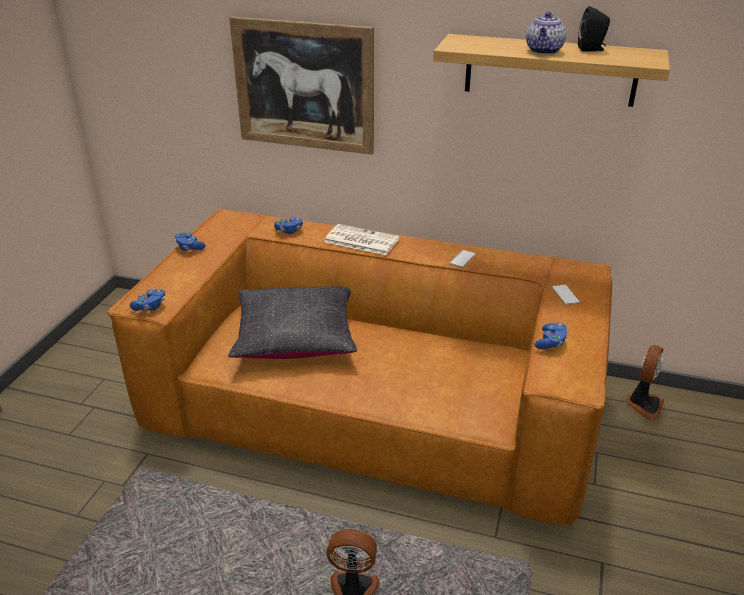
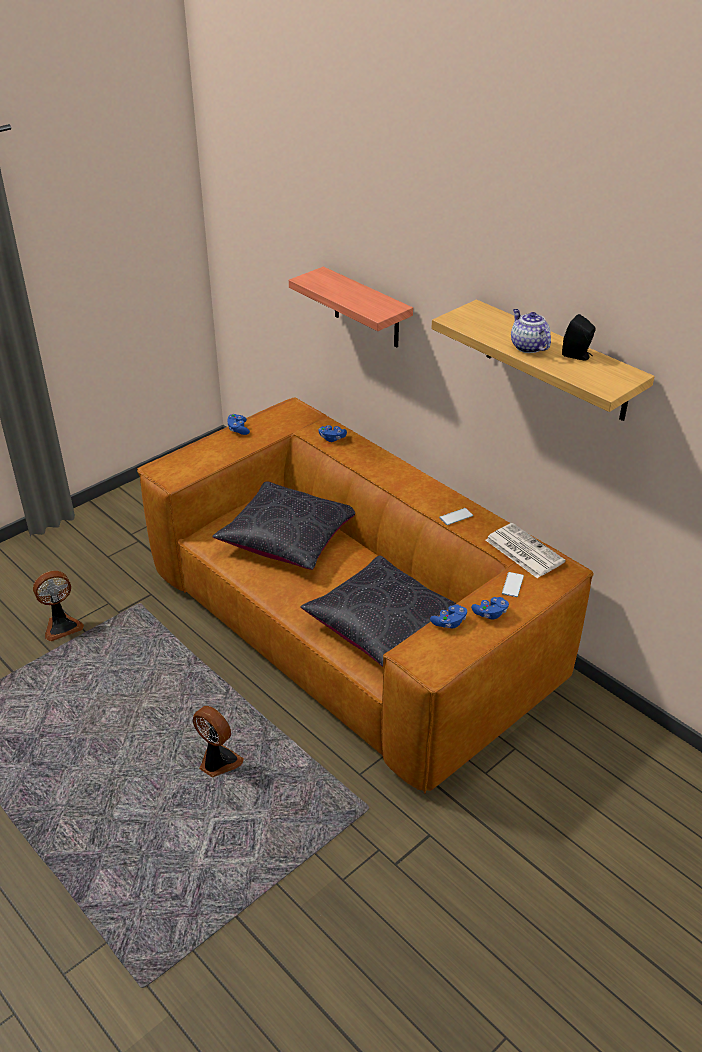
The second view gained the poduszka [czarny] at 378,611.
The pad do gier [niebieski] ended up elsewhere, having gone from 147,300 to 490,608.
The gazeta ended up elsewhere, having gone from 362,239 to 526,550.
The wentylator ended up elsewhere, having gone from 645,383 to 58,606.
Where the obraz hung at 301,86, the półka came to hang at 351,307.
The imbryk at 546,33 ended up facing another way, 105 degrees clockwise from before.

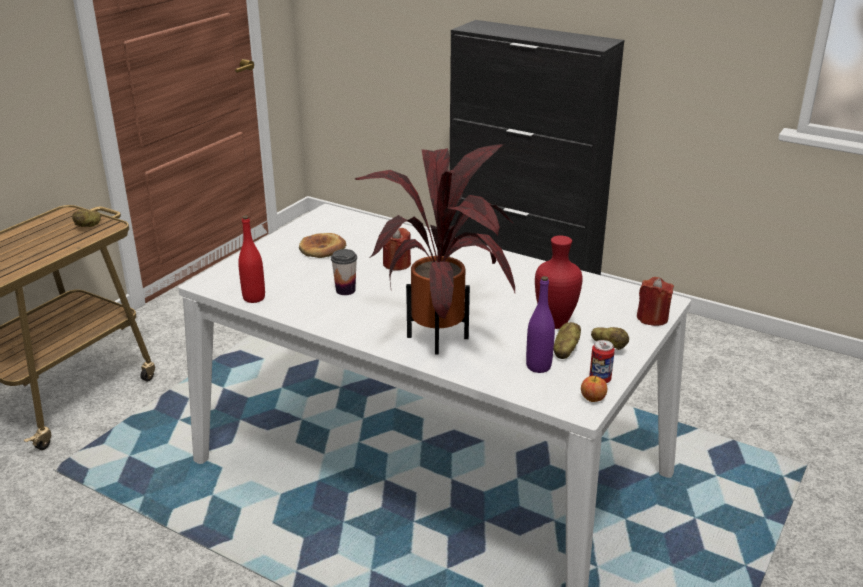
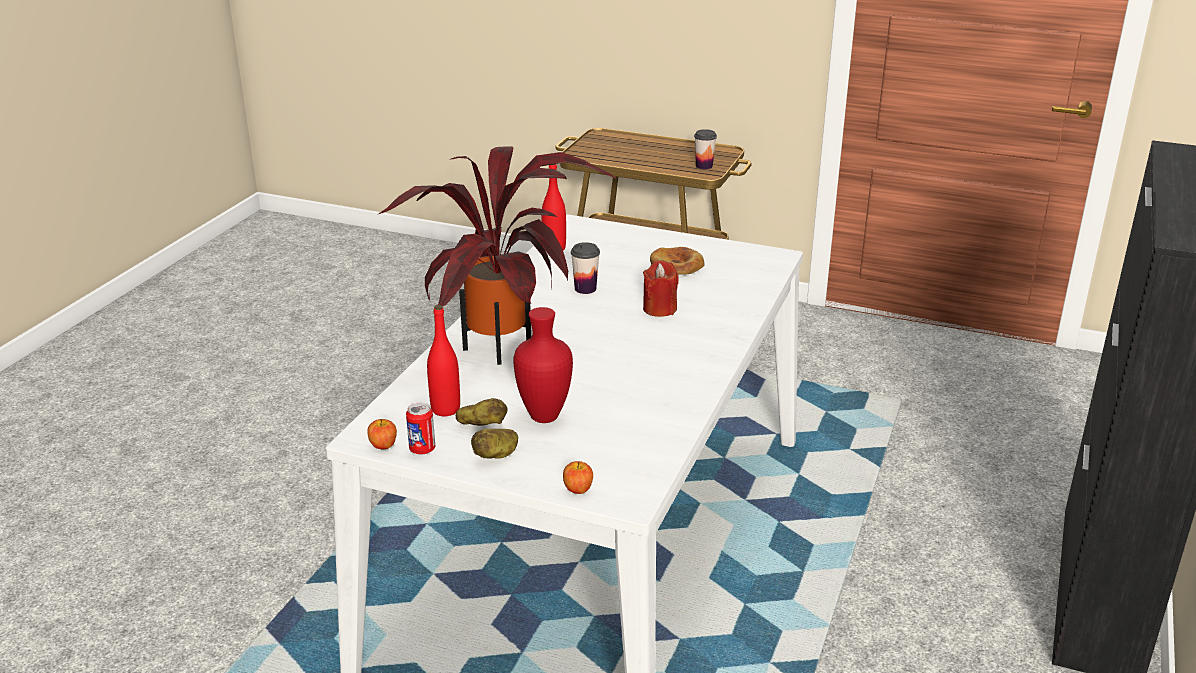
Where the ziemniak stood at 86,218, the filiżanka came to stand at 705,149.
Where the świeca [czerwony] stood at 655,301, the jabłko came to stand at 578,477.
What was the butelka [fioletowy] at 540,324 turned into the butelka [czerwony] at 443,360.

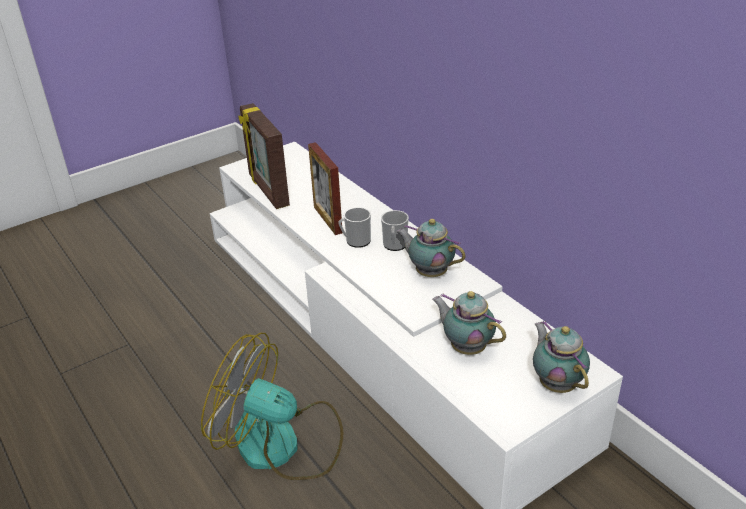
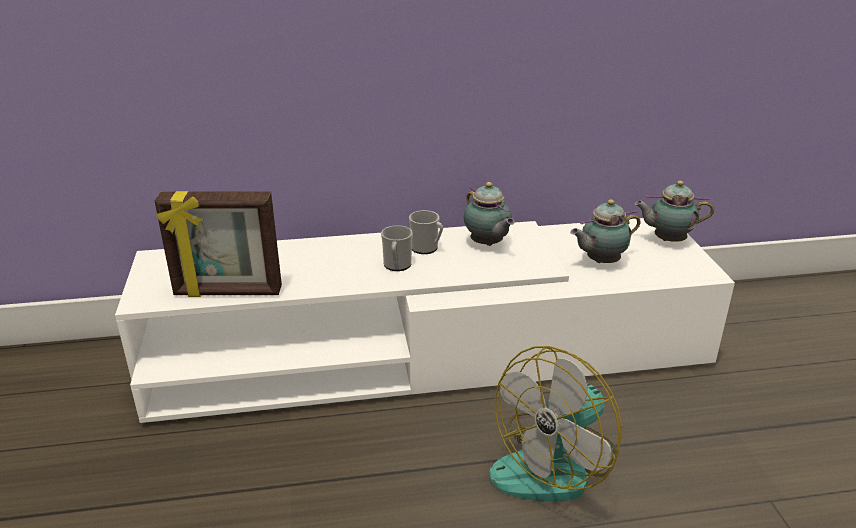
The second view lost the ramka na zdjęcie at 325,188.
The imbryk at 431,248 ended up facing another way, 90 degrees counterclockwise from before.

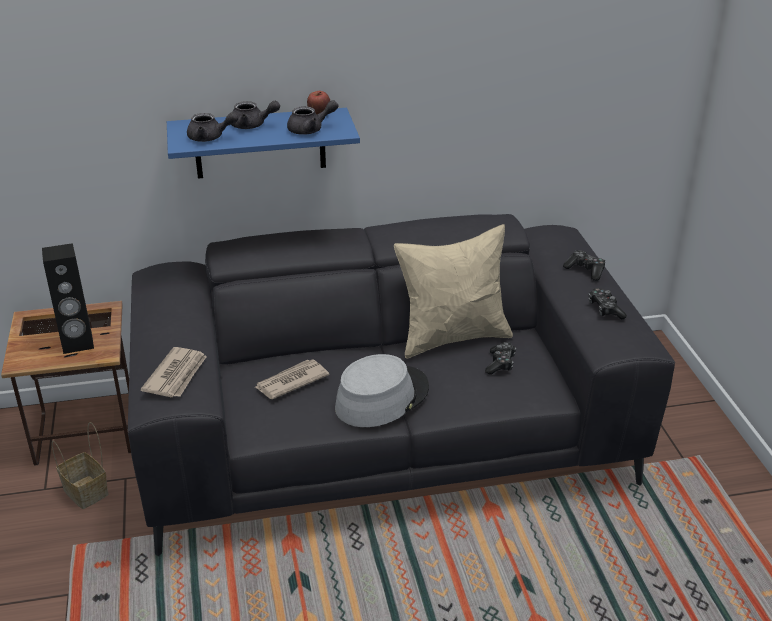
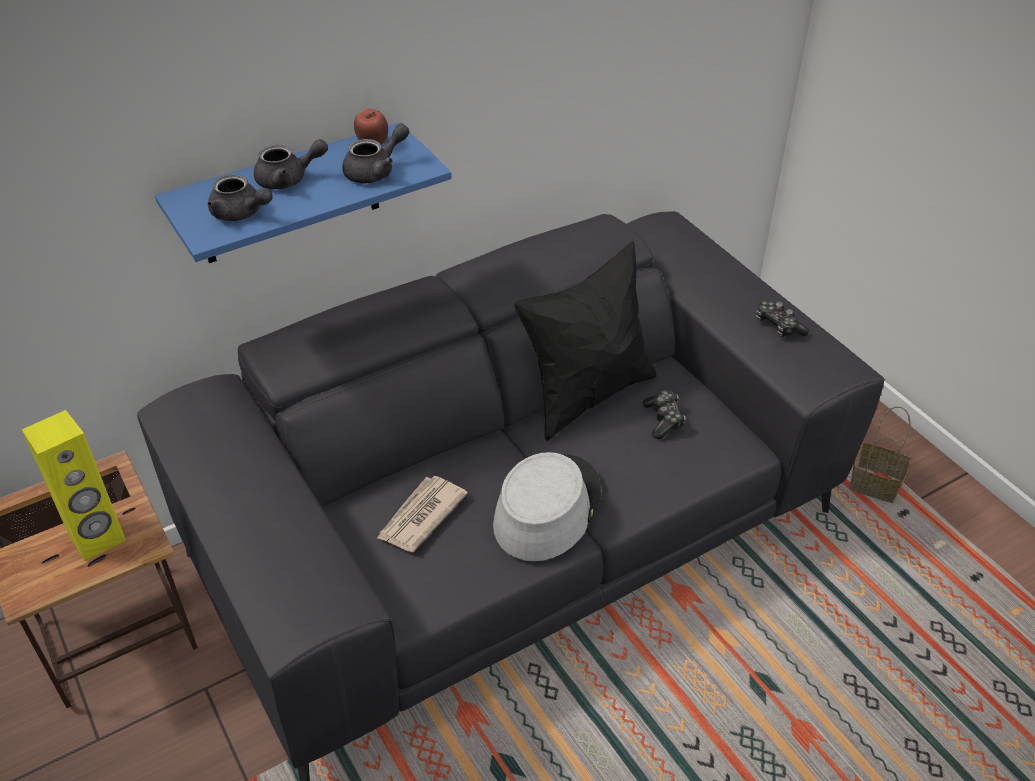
The second view lost the gazeta at 174,372.
The second view lost the pad do gier at 584,265.
The koszyk ended up elsewhere, having gone from 80,465 to 880,454.
What was the głośnik [czarny] at 68,298 turned into the głośnik [żółty] at 74,485.
What was the poduszka [beżowy] at 453,291 turned into the poduszka [czarny] at 585,341.
The imbryk [szary] at 212,127 ended up facing another way, 45 degrees clockwise from before.

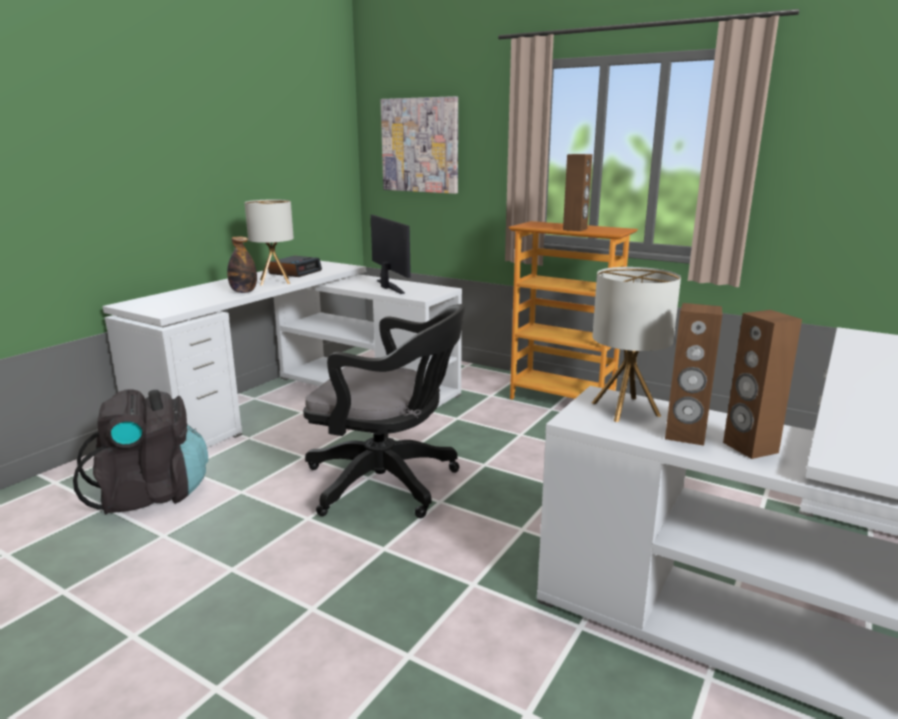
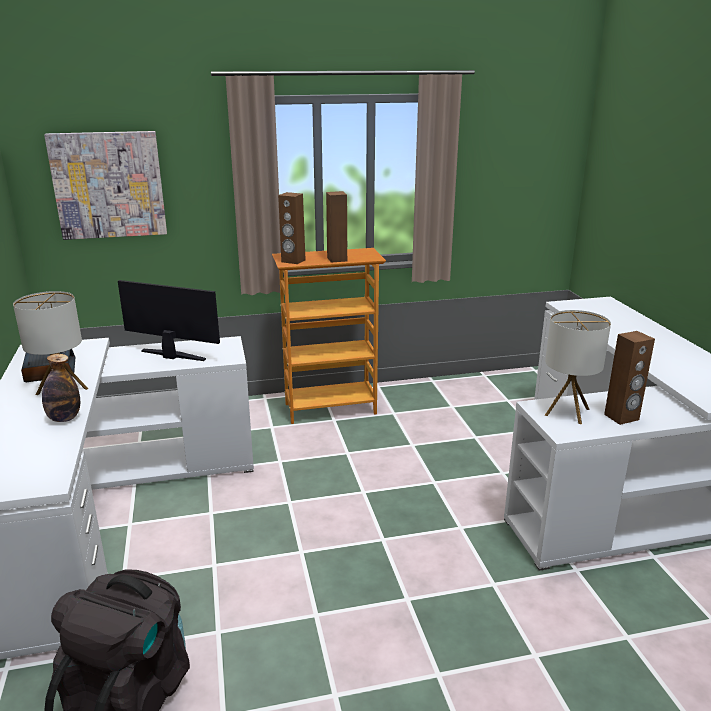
The second view lost the krzesło biurowe [czarny] at 384,411.
The głośnik [brązowy] ended up elsewhere, having gone from 762,384 to 292,228.

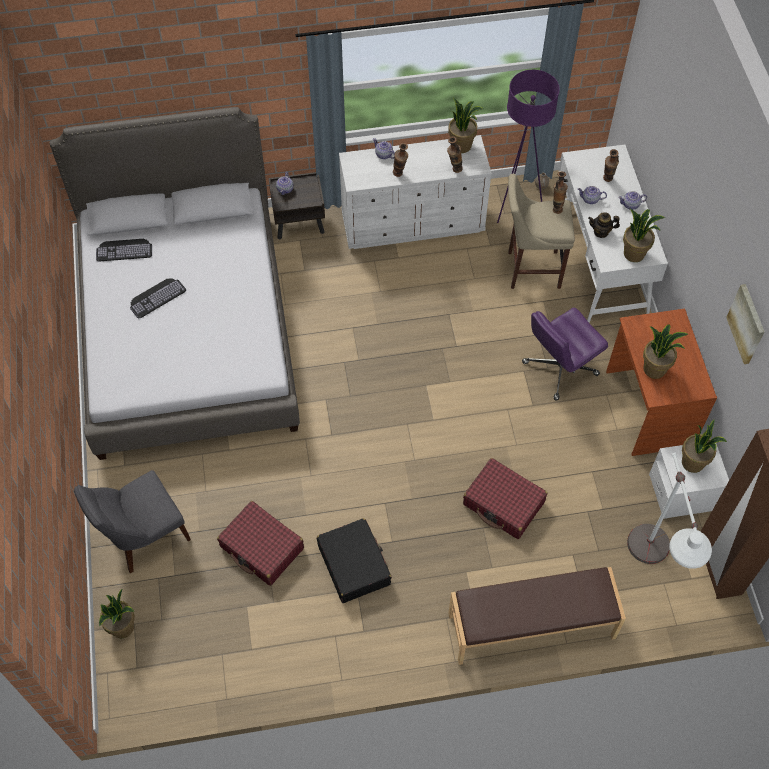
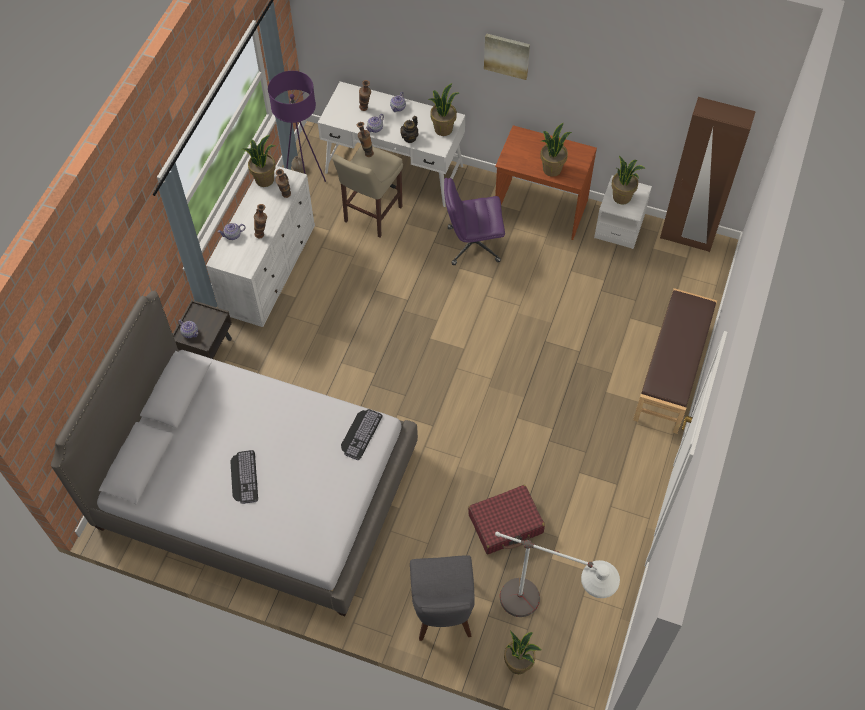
The second view lost the walizka [czarny] at 354,560.
The second view lost the walizka [czerwony] at 505,498.
The klawiatura ended up elsewhere, having gone from 124,250 to 362,434.
The lampa stojąca [biały] ended up elsewhere, having gone from 669,510 to 557,574.
The obraz ended up elsewhere, having gone from 745,324 to 507,56.
The krzesło biurowe [fioletowy] at 565,354 ended up facing another way, 90 degrees clockwise from before.

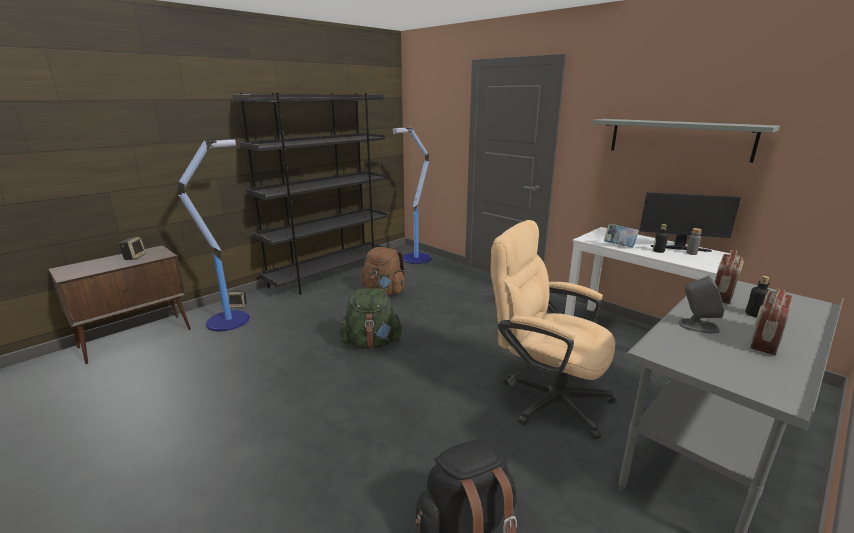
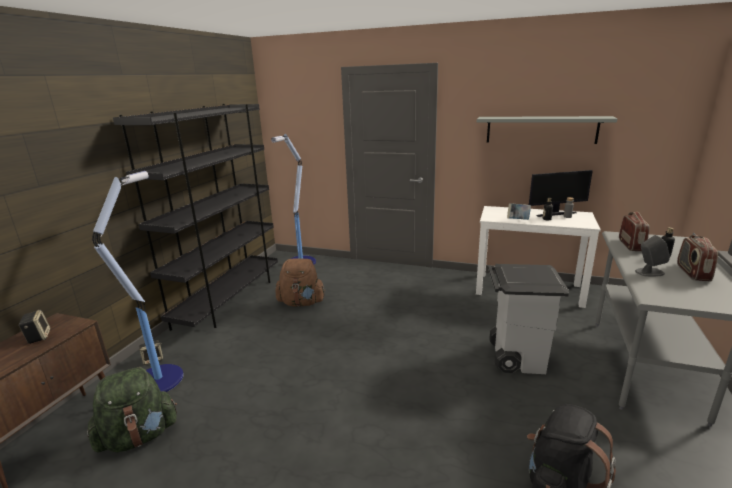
The plecak [zielony] ended up elsewhere, having gone from 371,318 to 132,409.
Where the krzesło biurowe [beżowy] stood at 553,329, the kosz na śmieci [szary] came to stand at 528,319.

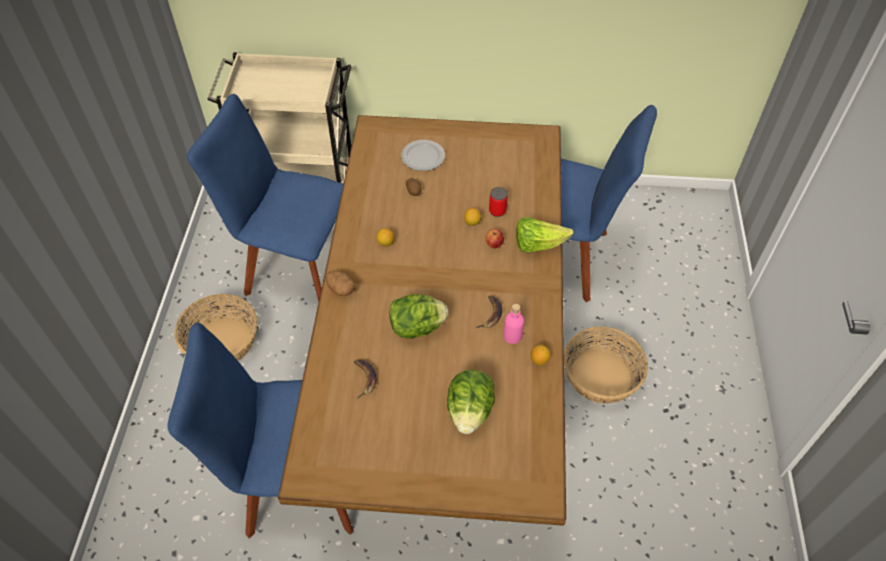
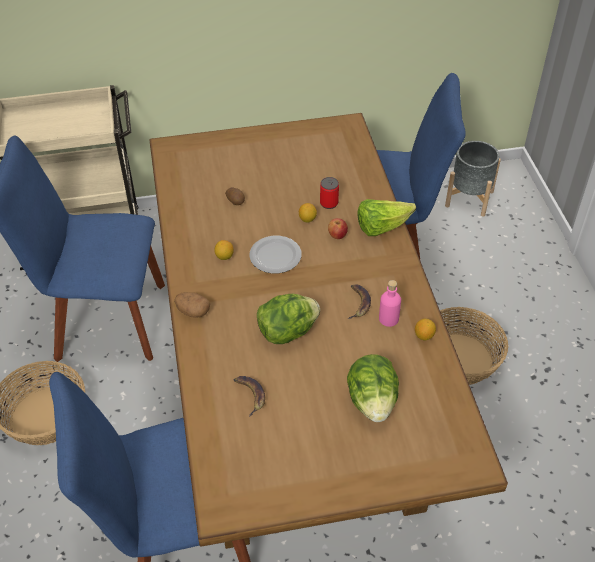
The second view gained the donica [szary] at 473,179.
The talerz ended up elsewhere, having gone from 423,155 to 275,254.

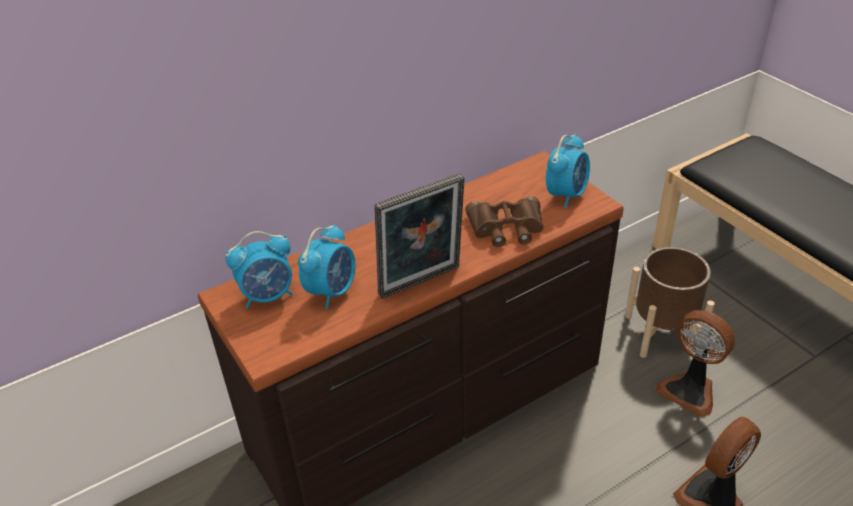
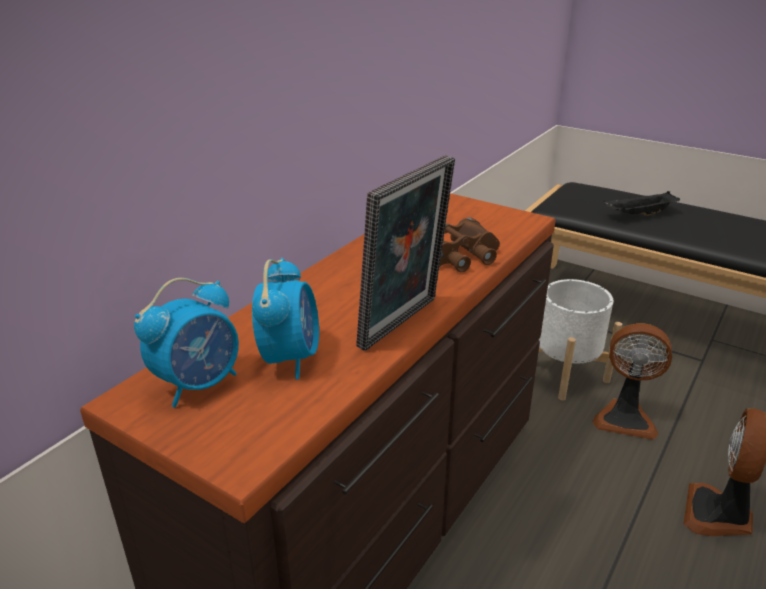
The second view lost the budzik at 568,171.
The second view gained the taca [czarny] at 642,203.
What was the donica [brązowy] at 670,302 turned into the donica [biały] at 580,340.

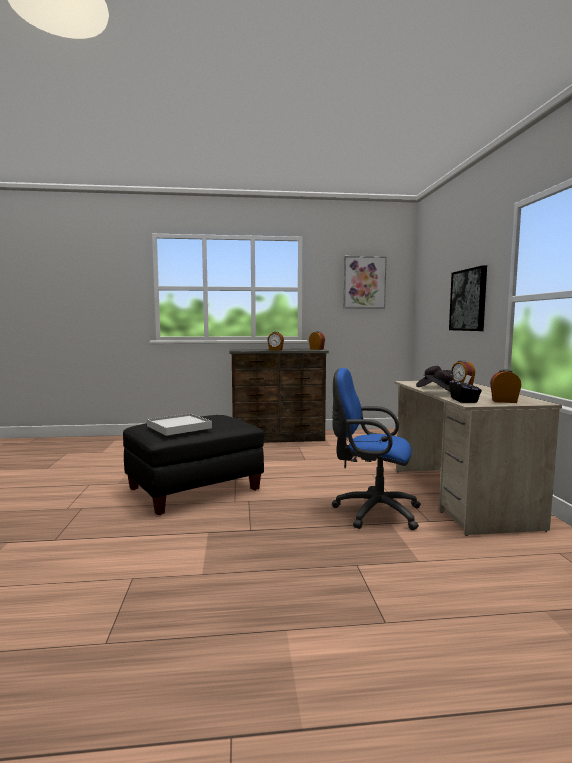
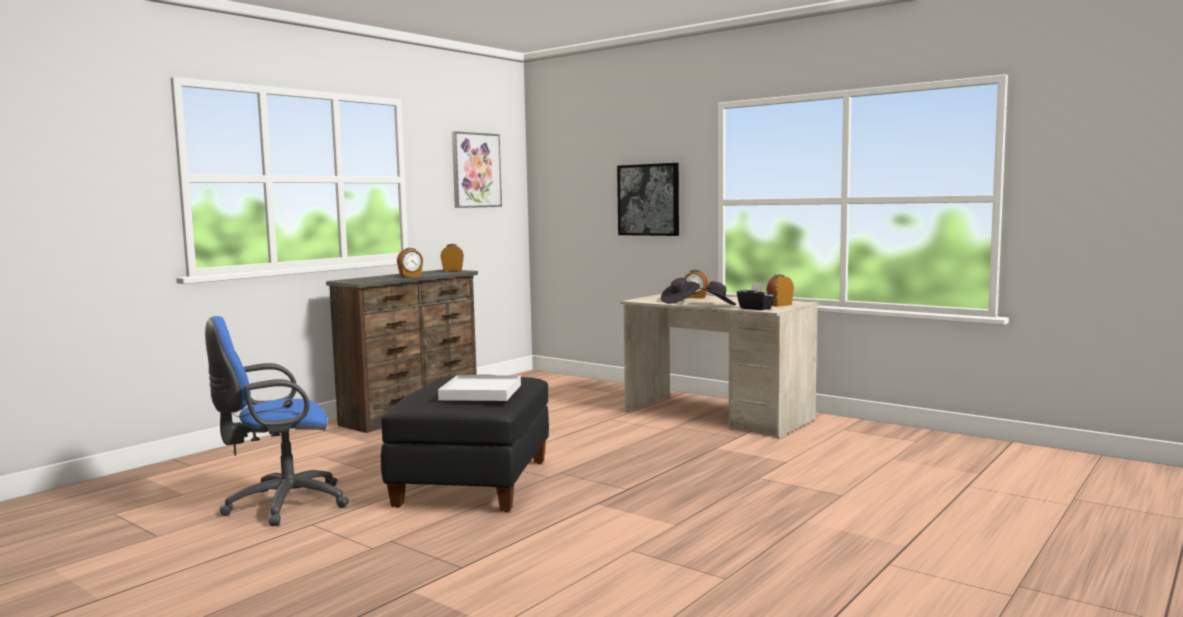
The krzesło biurowe [niebieski] ended up elsewhere, having gone from 376,449 to 277,421.

